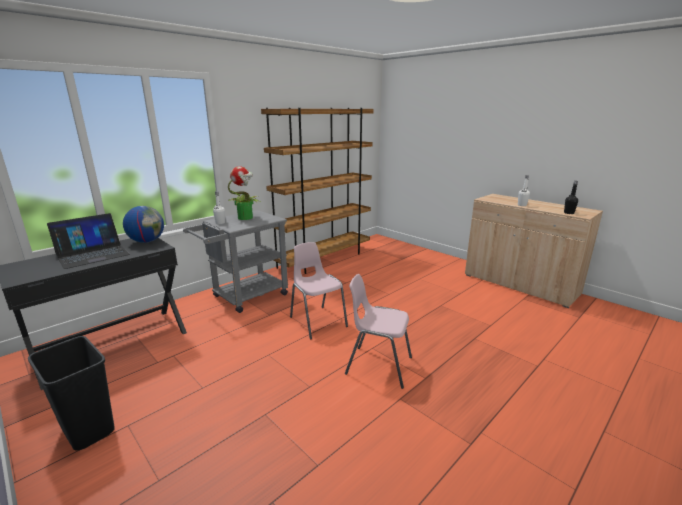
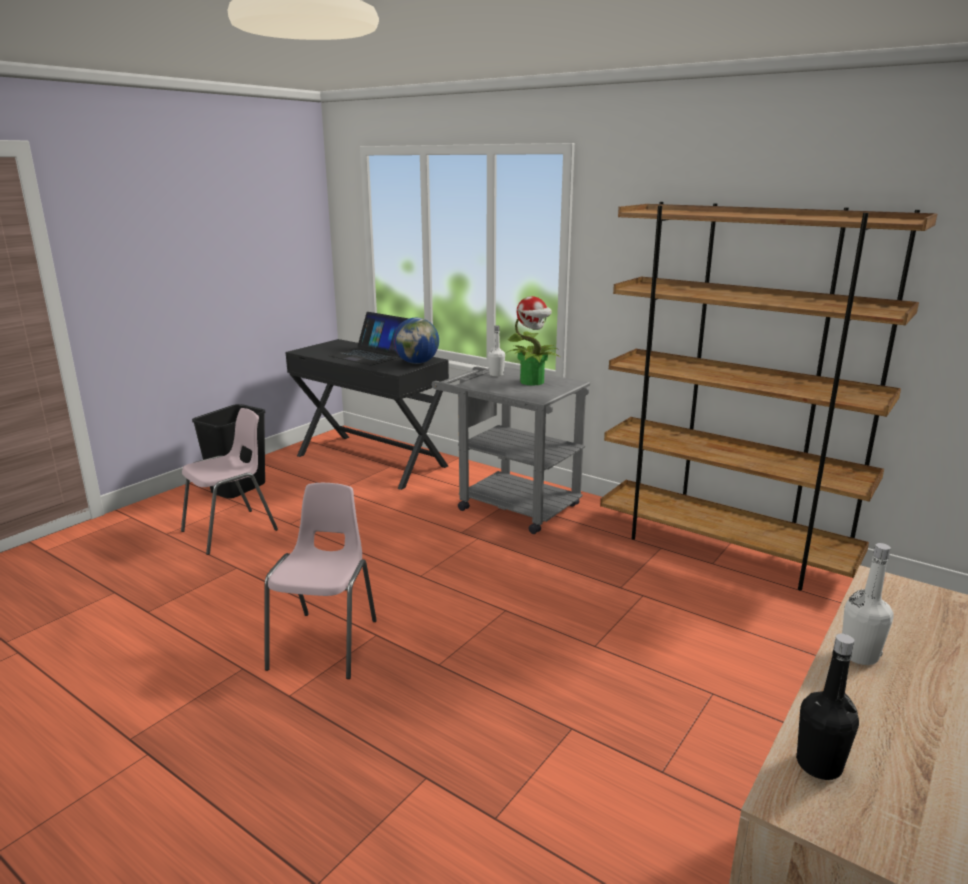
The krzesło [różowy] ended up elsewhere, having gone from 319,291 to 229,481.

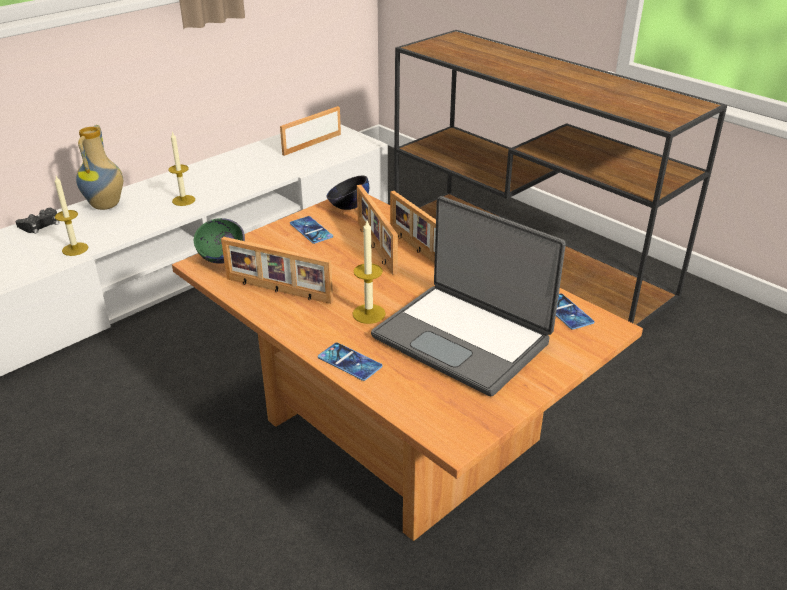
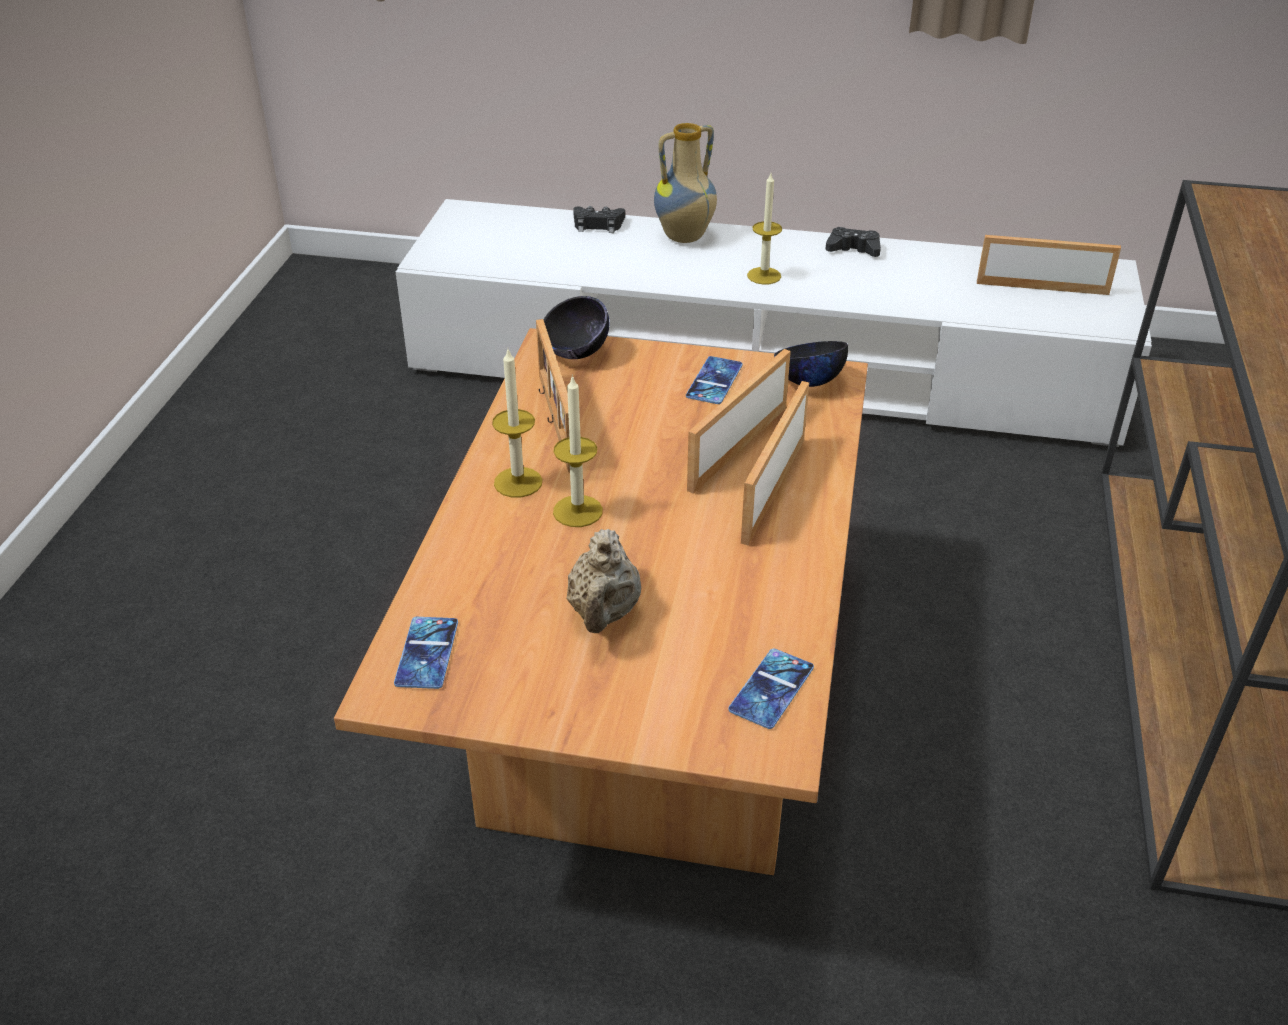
The second view gained the pad do gier [czarny] at 853,242.
The świeca ended up elsewhere, having gone from 71,216 to 517,423.
The telefon ended up elsewhere, having gone from 350,362 to 426,653.
Where the laptop stood at 468,296, the imbryk [beżowy] came to stand at 604,581.
What was the miska [zielony] at 219,241 turned into the miska [czarny] at 576,327.

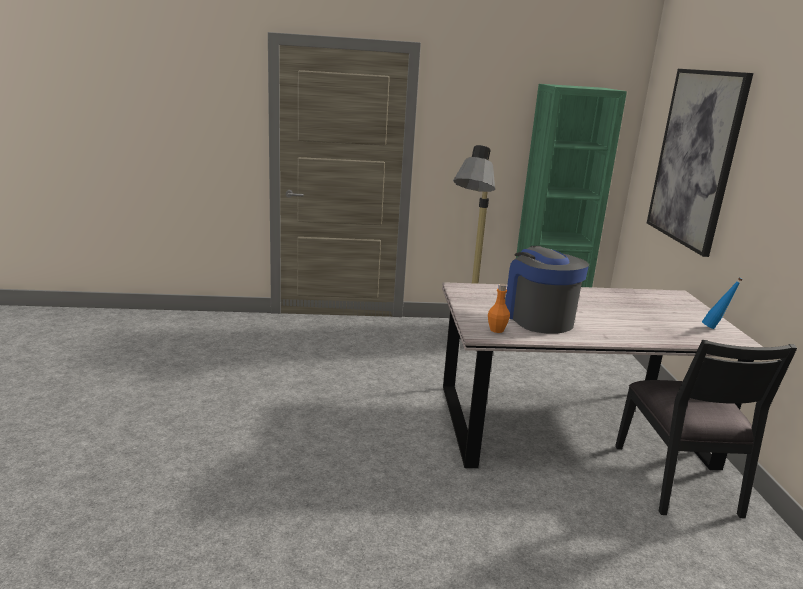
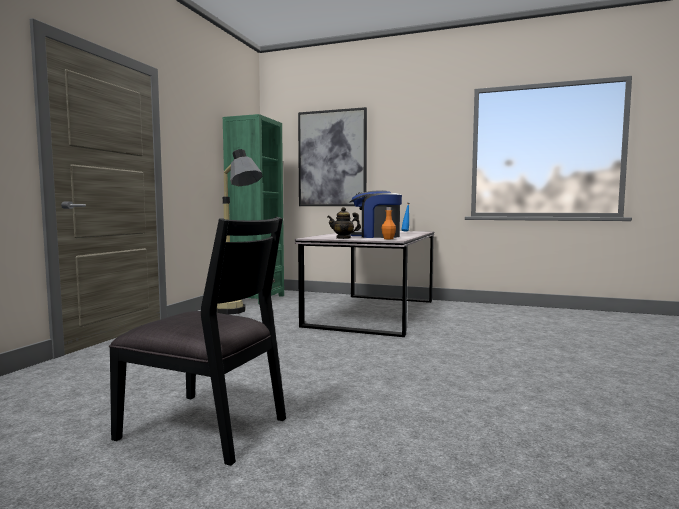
The second view gained the imbryk at 344,223.
The krzesło [czarny] ended up elsewhere, having gone from 706,429 to 197,341.

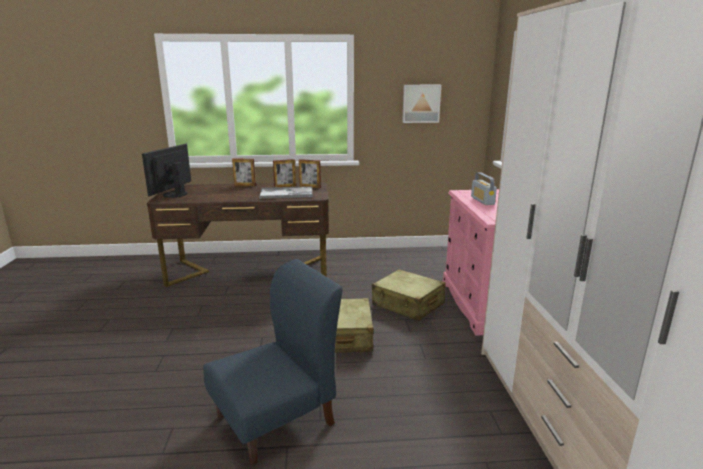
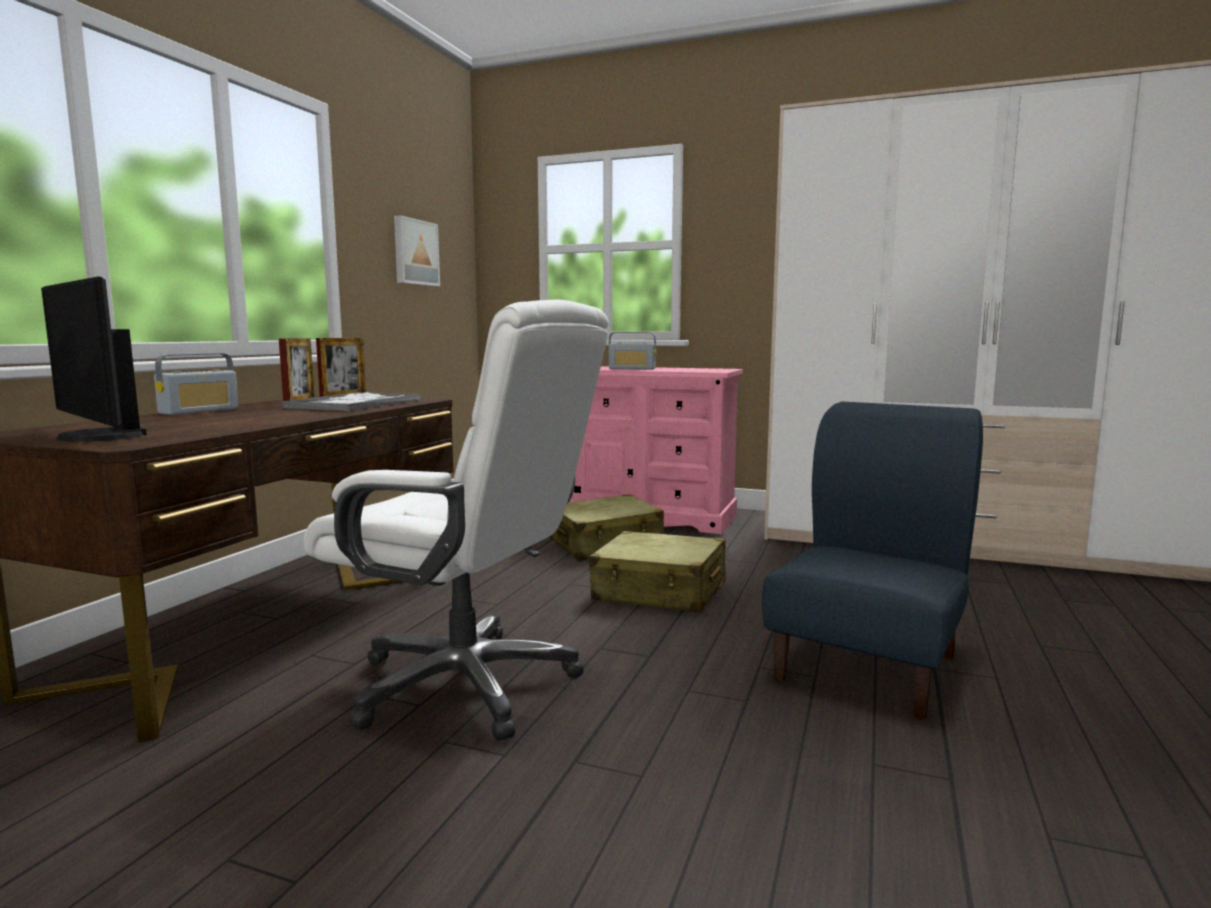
The second view gained the krzesło biurowe [biały] at 456,520.
Where the ramka na zdjęcie stood at 244,172, the radio came to stand at 196,384.
The krzesło [niebieski] at 272,362 ended up facing another way, 45 degrees clockwise from before.

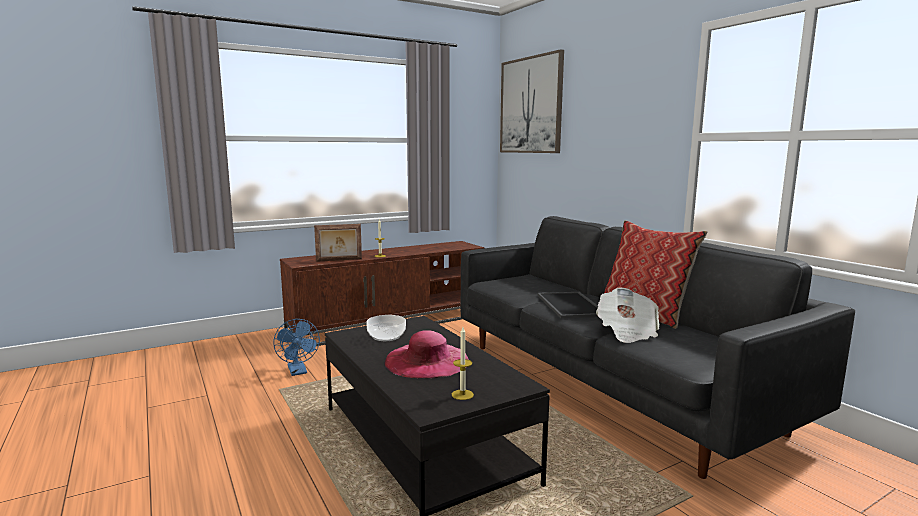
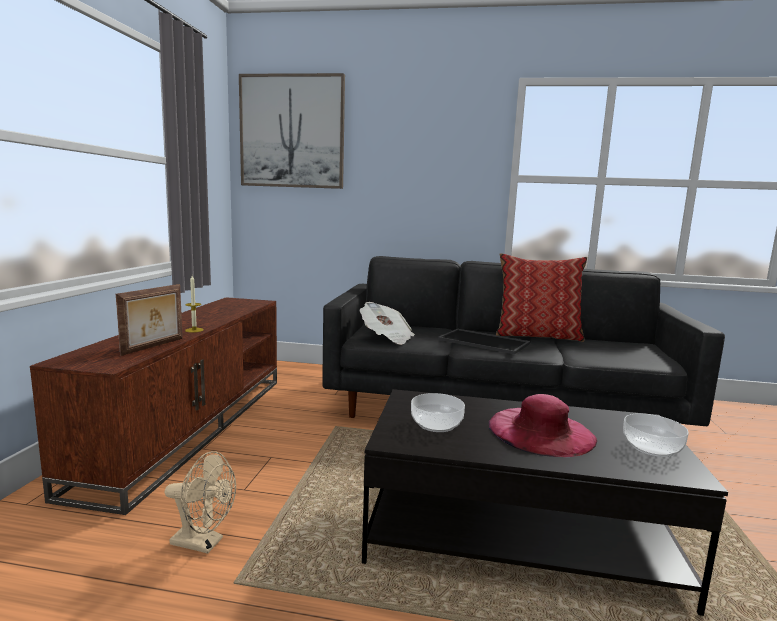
The gazeta ended up elsewhere, having gone from 627,315 to 387,323.
Where the świeca stood at 463,363, the miska came to stand at 656,435.
What was the wentylator [niebieski] at 296,347 turned into the wentylator [beżowy] at 200,502.

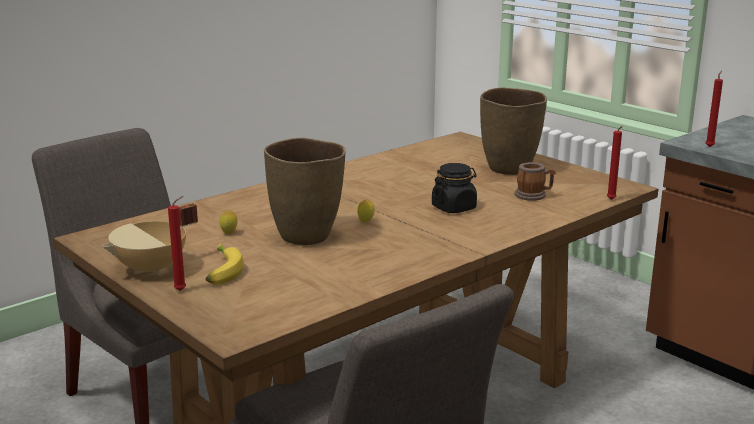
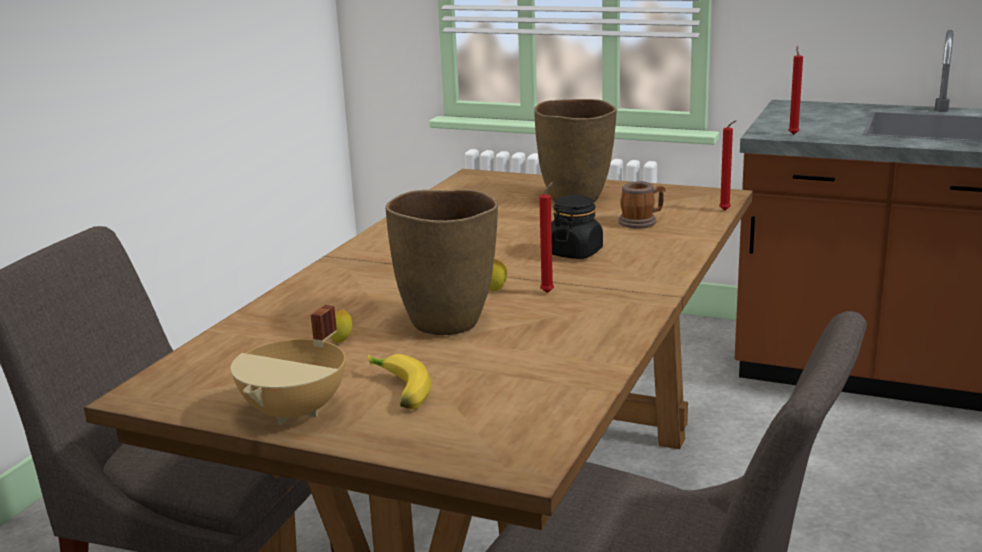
The świeca [czerwony] ended up elsewhere, having gone from 177,243 to 546,237.

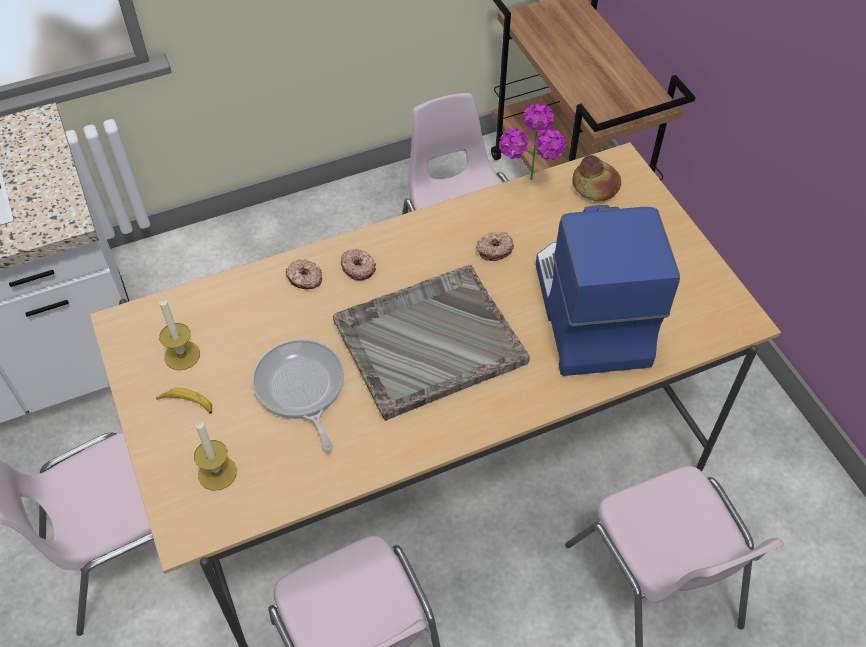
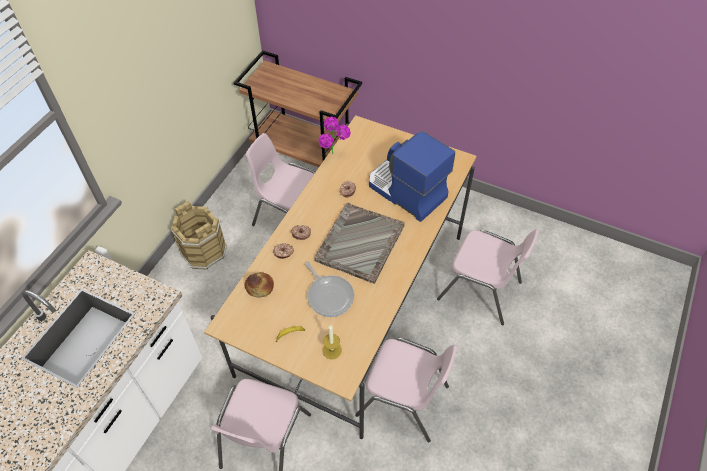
The second view lost the świeca at 179,334.
The second view gained the wiadro [brązowy] at 199,235.
The chleb ended up elsewhere, having gone from 596,178 to 259,285.
The patelnia at 298,395 ended up facing another way, 150 degrees counterclockwise from before.

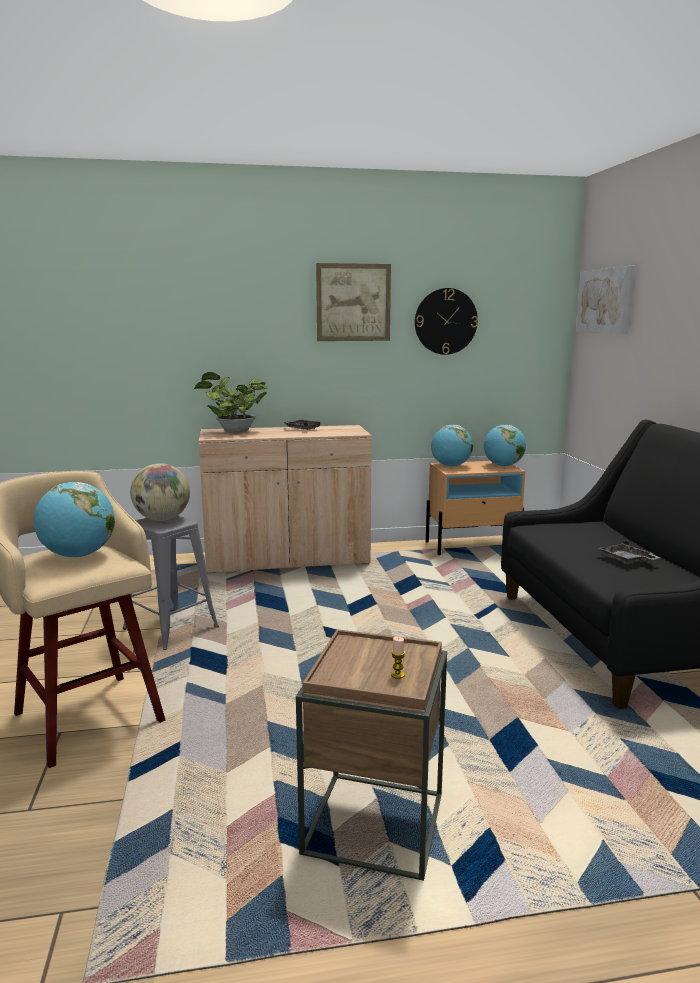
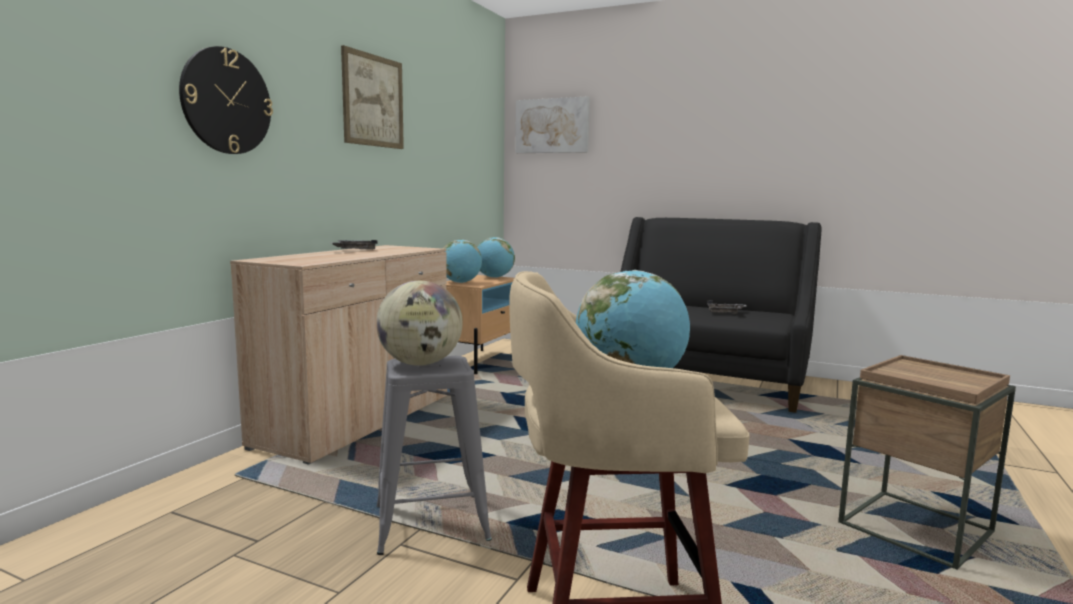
The second view lost the roślina doniczkowa at 230,402.
The second view lost the świeca at 398,657.
The zegar ścienny ended up elsewhere, having gone from 446,321 to 226,100.

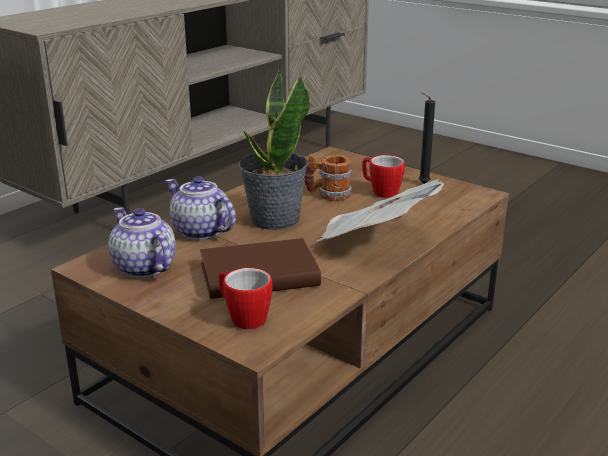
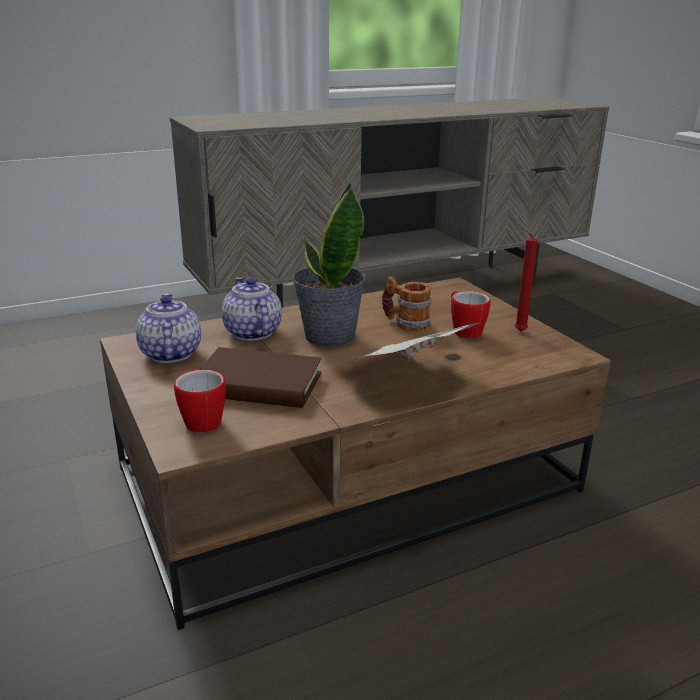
What was the świeca [czarny] at 427,138 turned into the świeca [czerwony] at 526,279.

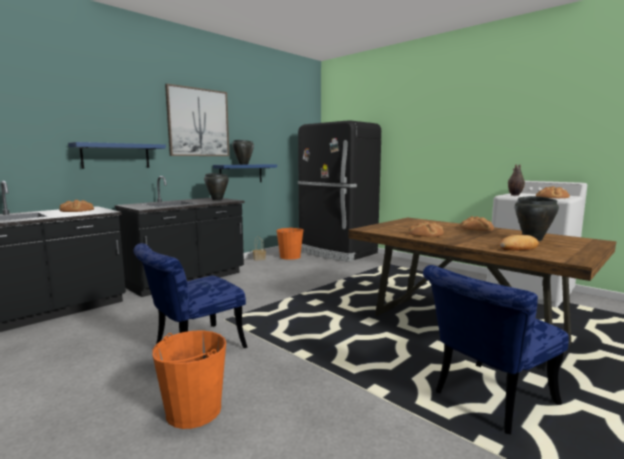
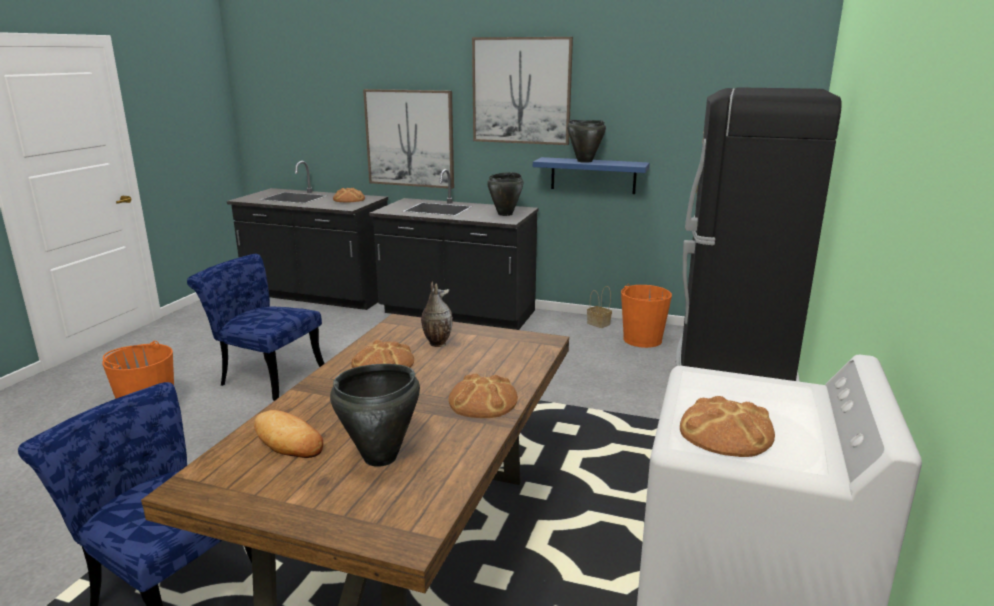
The wazon ended up elsewhere, having gone from 516,180 to 437,314.
Where the półka [niebieski] hung at 117,155, the obraz came to hang at 408,139.

